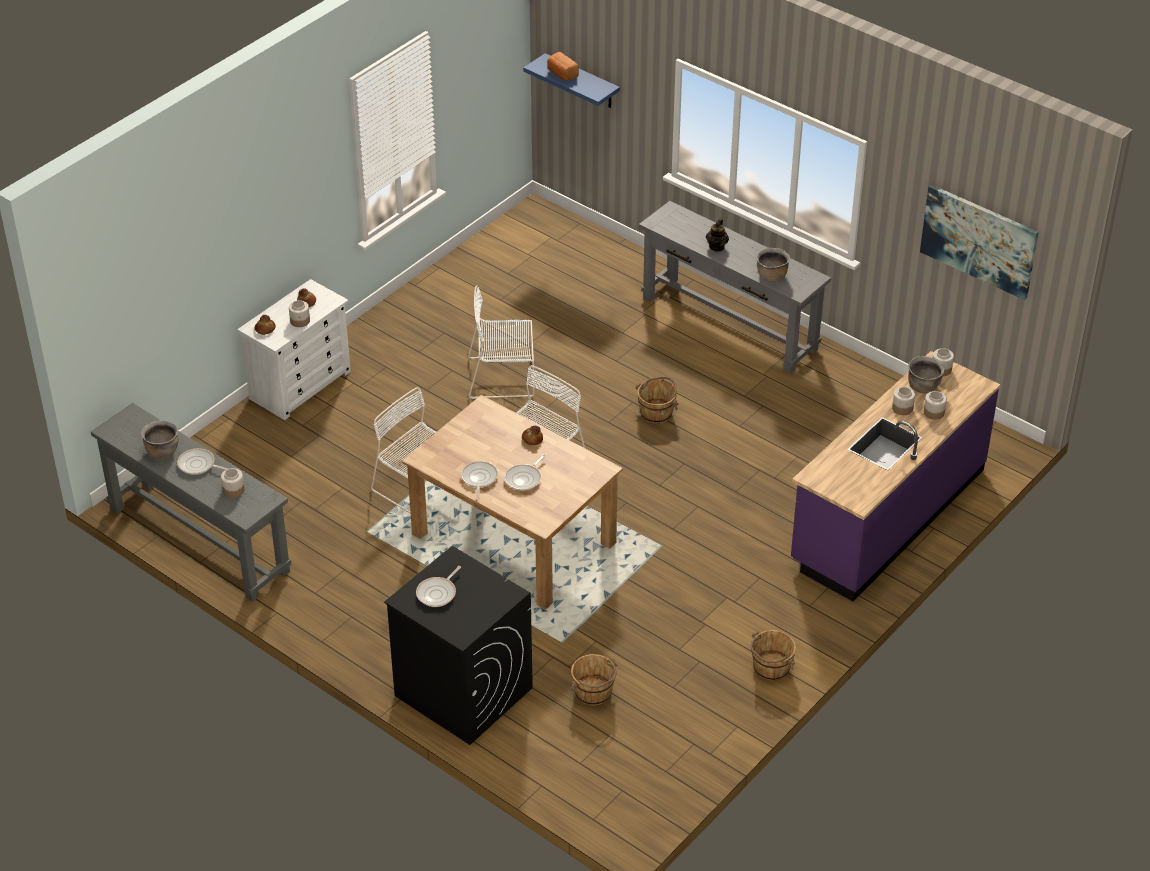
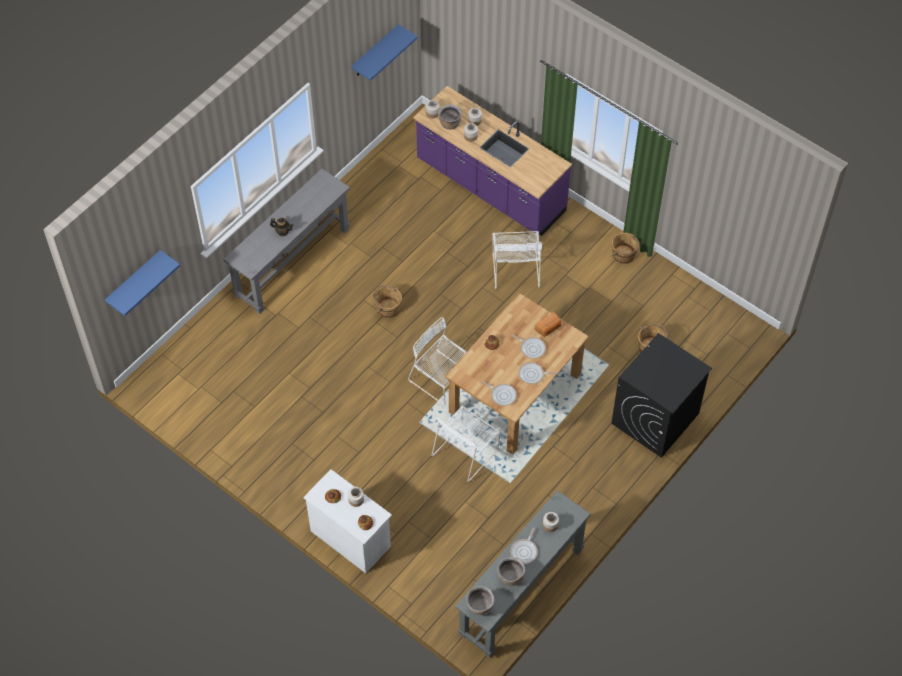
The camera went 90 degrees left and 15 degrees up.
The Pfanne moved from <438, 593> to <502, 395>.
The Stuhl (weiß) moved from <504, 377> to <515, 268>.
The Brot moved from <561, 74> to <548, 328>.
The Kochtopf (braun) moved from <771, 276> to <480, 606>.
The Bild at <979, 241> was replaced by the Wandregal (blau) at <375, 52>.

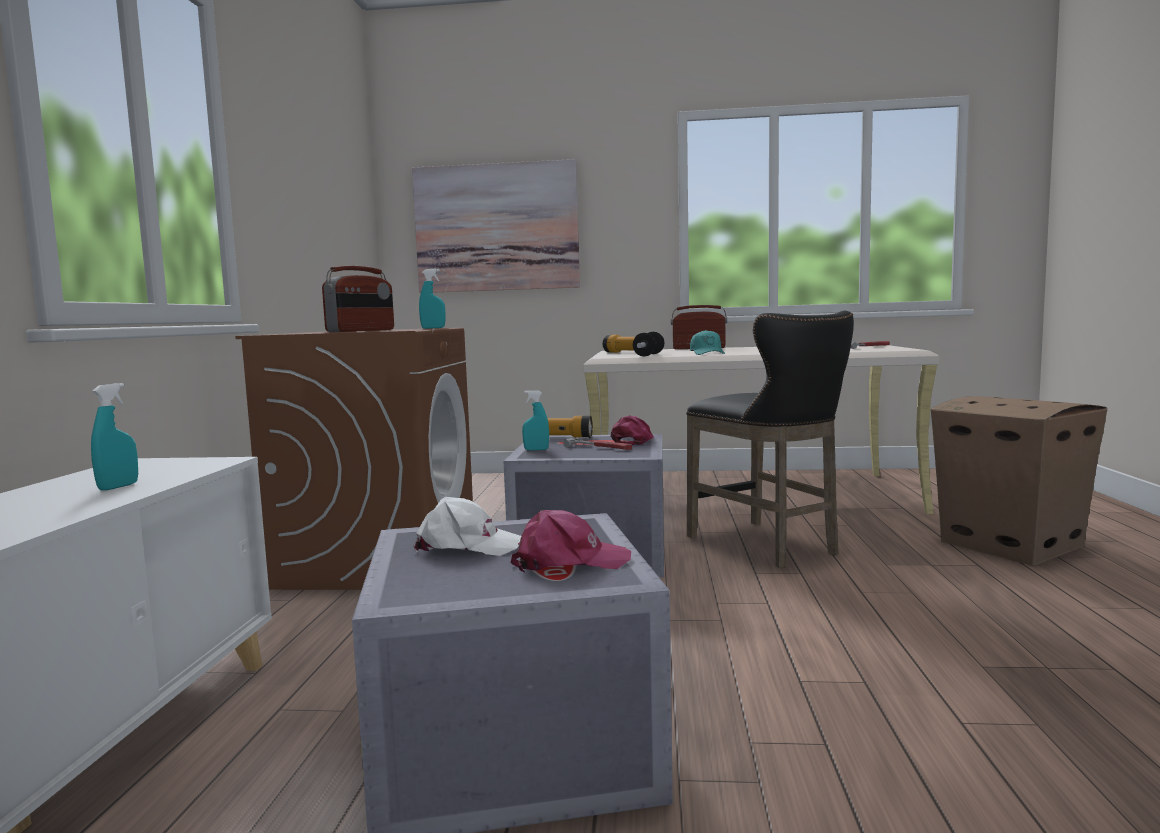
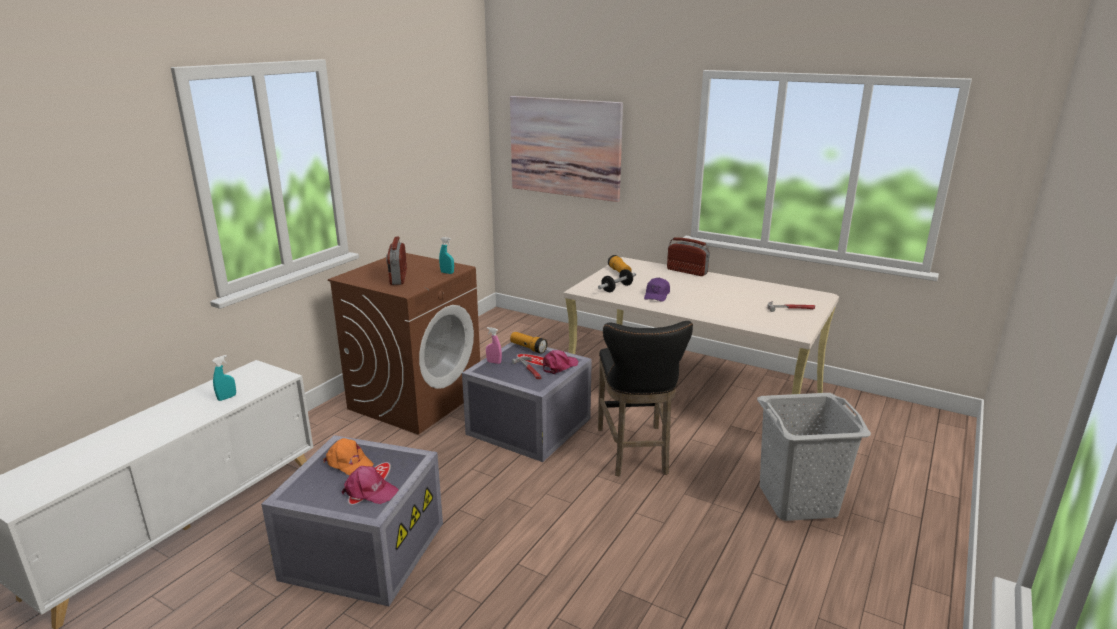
The camera went 25 degrees right and 15 degrees up.
The Karton at <1008, 544> was replaced by the Wäschekorb (grau) at <796, 500>.
The Kappe (weiß) at <467, 546> became the Kappe (orange) at <349, 463>.
The Sprühflasche (türkis) at <536, 450> became the Sprühflasche (rosa) at <494, 362>.
The Kappe (türkis) at <707, 353> became the Kappe (lila) at <657, 295>.
The Radio at <361, 331> turned 120 degrees clockwise.

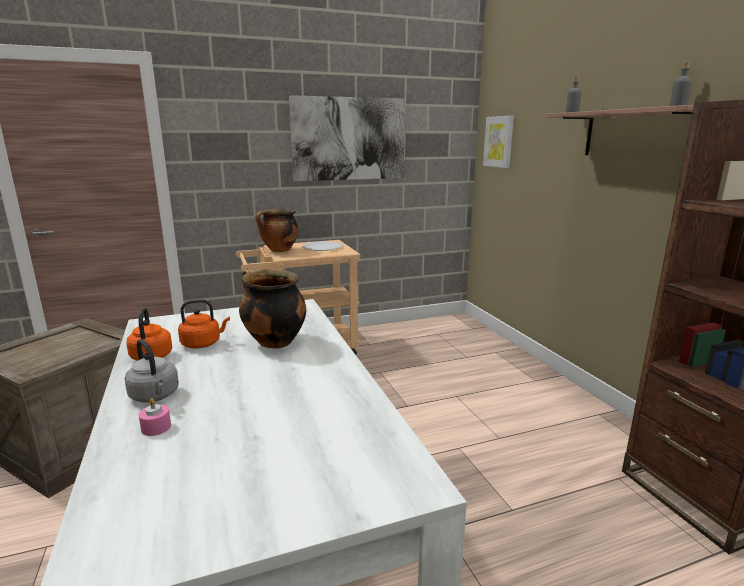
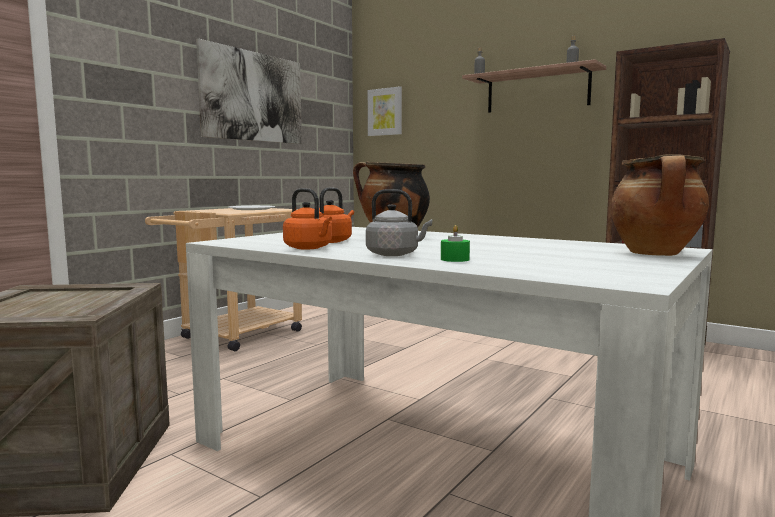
The camera went 35 degrees left and 10 degrees down.
The Kochtopf moved from <279, 250> to <656, 254>.
The Kerze (rosa) at <156, 427> became the Kerze (grün) at <454, 259>.

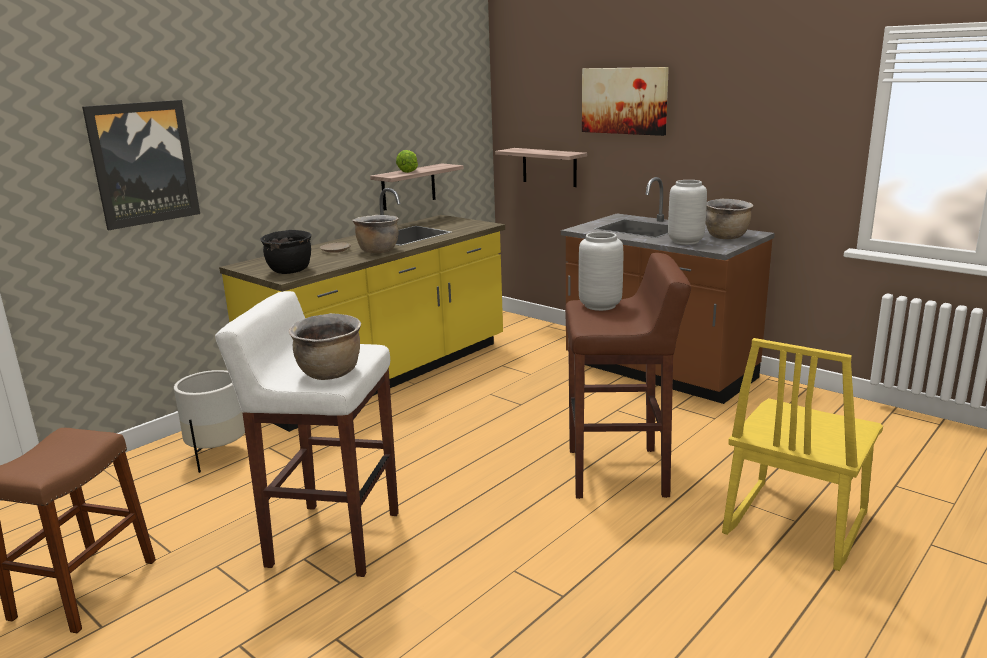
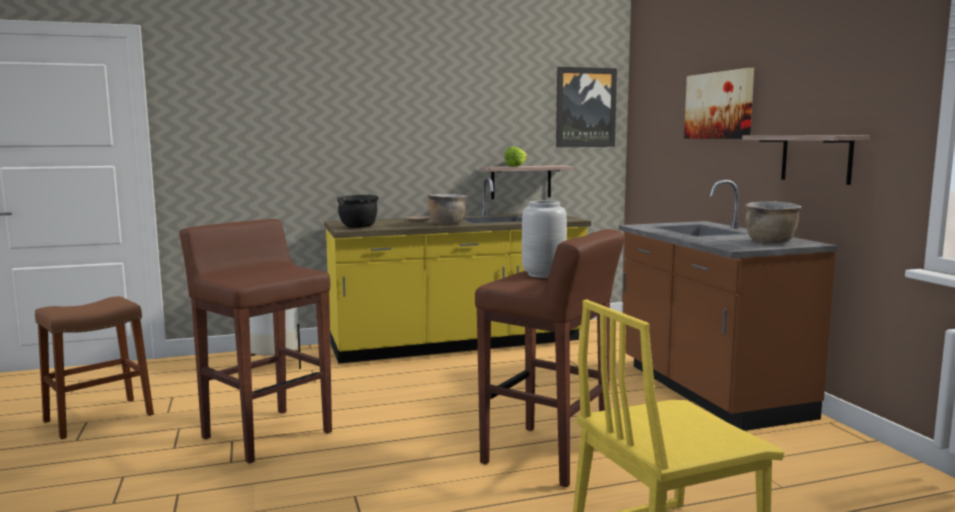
The camera went 30 degrees right and 10 degrees down.
The Kochtopf (braun) at <330, 374> disappeared.
The Vase (grau) at <685, 241> disappeared.
The Bild moved from <143, 163> to <585, 107>.
The Wandregal moved from <549, 167> to <816, 158>.
The Hocker (weiß) at <332, 539> became the Hocker (braun) at <266, 434>.

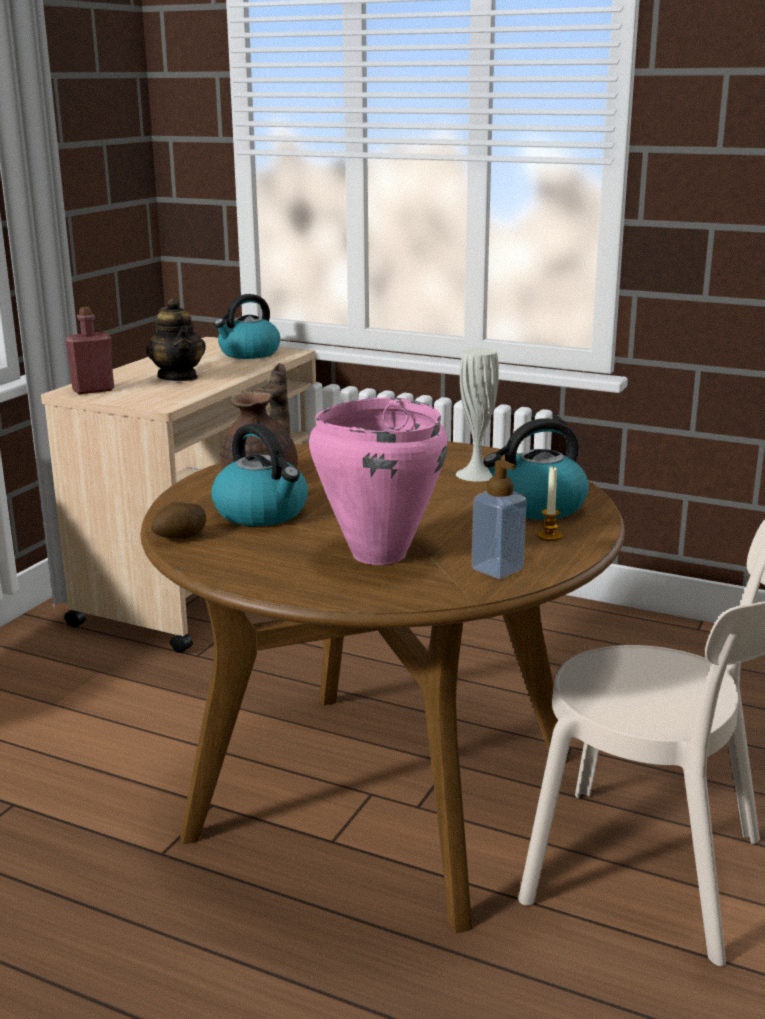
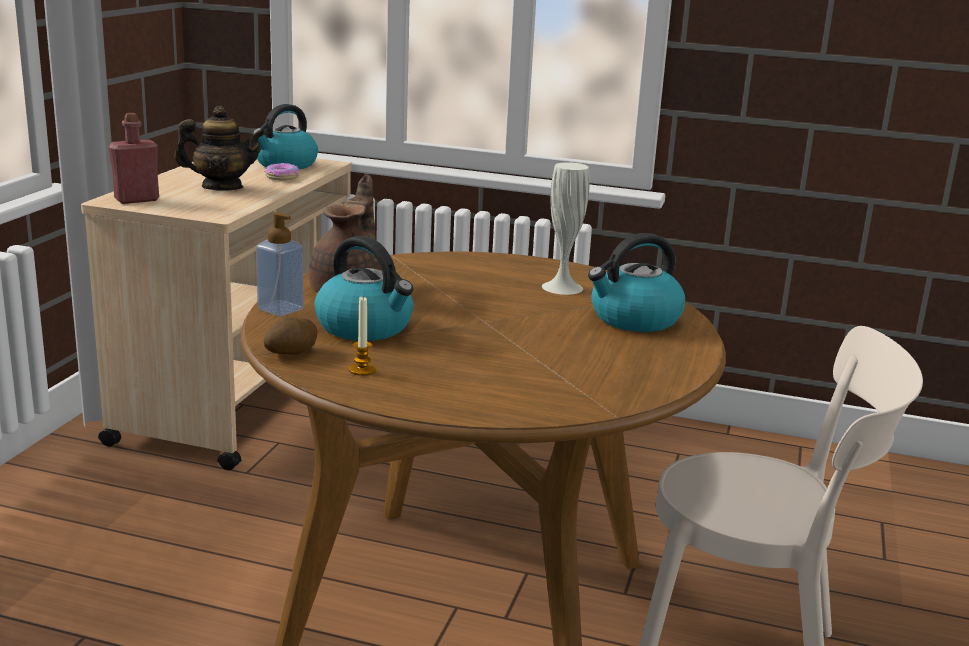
The camera went 10 degrees left and 0 degrees up.
The Kochtopf (rosa) at <377, 554> disappeared.
The Donut at <282, 177> appeared.
The Seifenspender moved from <497, 569> to <280, 309>.
The Kerze moved from <549, 536> to <362, 370>.
The Teekanne at <178, 377> turned 60 degrees counterclockwise.

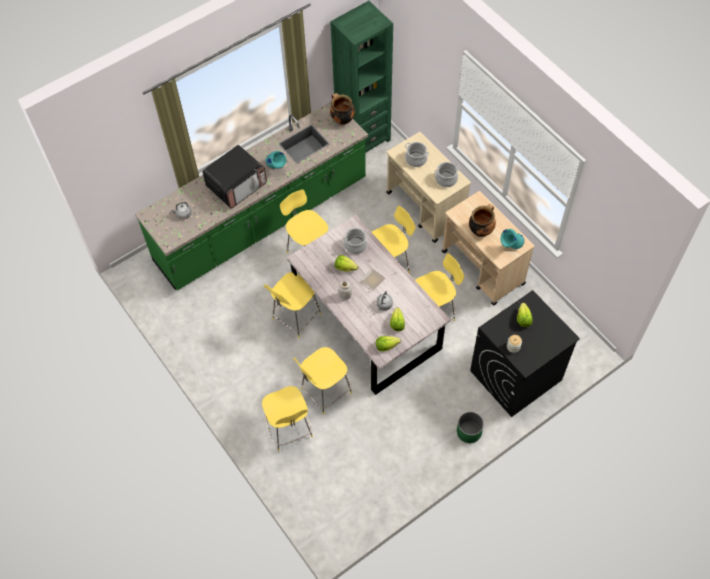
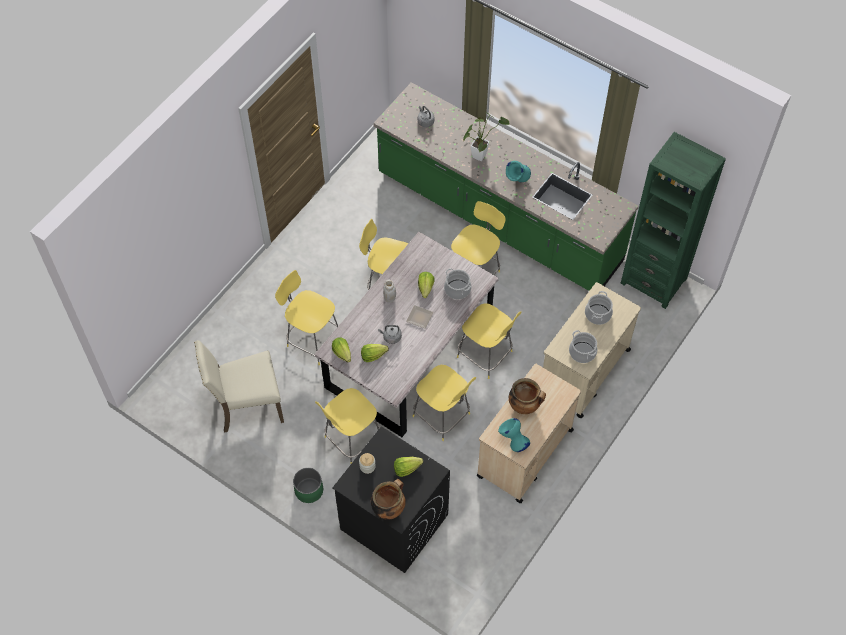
The camera went 70 degrees right and 0 degrees up.
The Stuhl (beige) at <247, 406> appeared.
The Hocker (gelb) moved from <289, 430> to <351, 439>.
The Kochtopf moved from <342, 119> to <388, 508>.
The Mikrowelle at <237, 185> was replaced by the Topfpflanze at <480, 154>.

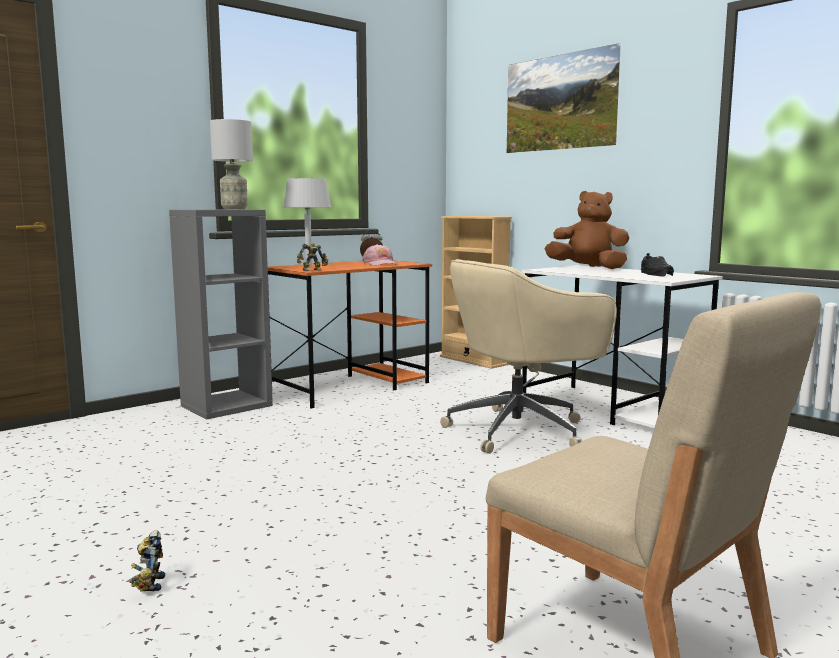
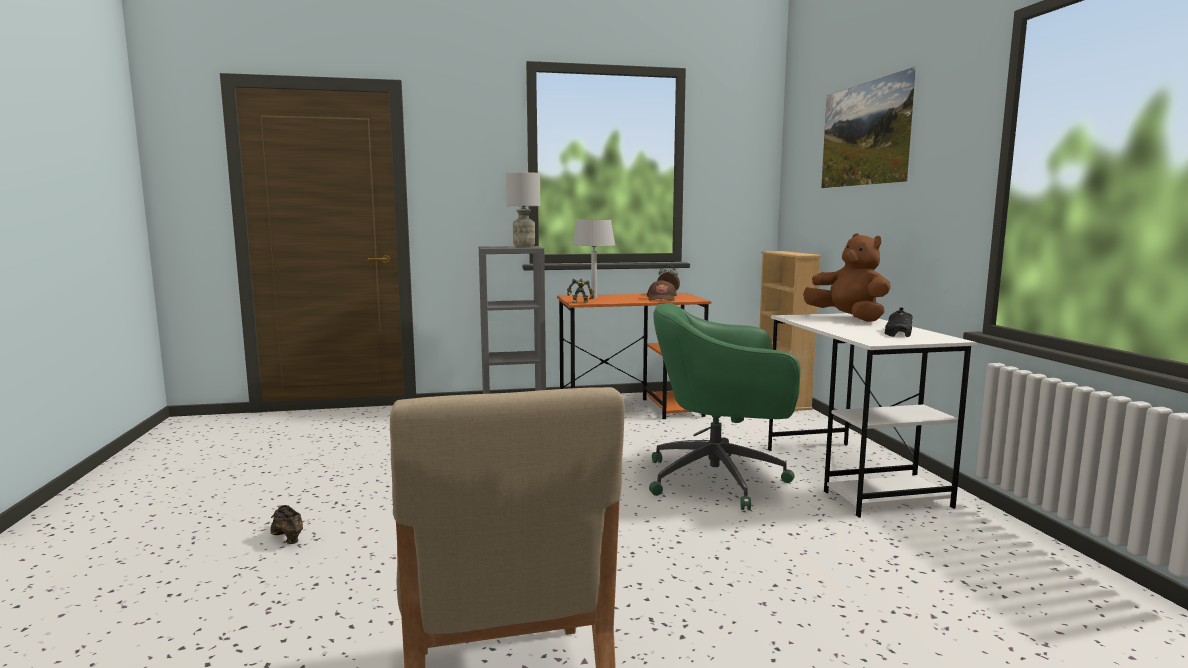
The camera went 30 degrees right and 0 degrees up.
The Spielzeugroboter at <149, 584> was replaced by the Schuh (braun) at <286, 537>.
The Kappe (rosa) at <380, 264> became the Kappe (braun) at <661, 299>.
The Bürostuhl (beige) at <521, 430> became the Bürostuhl (grün) at <720, 479>.

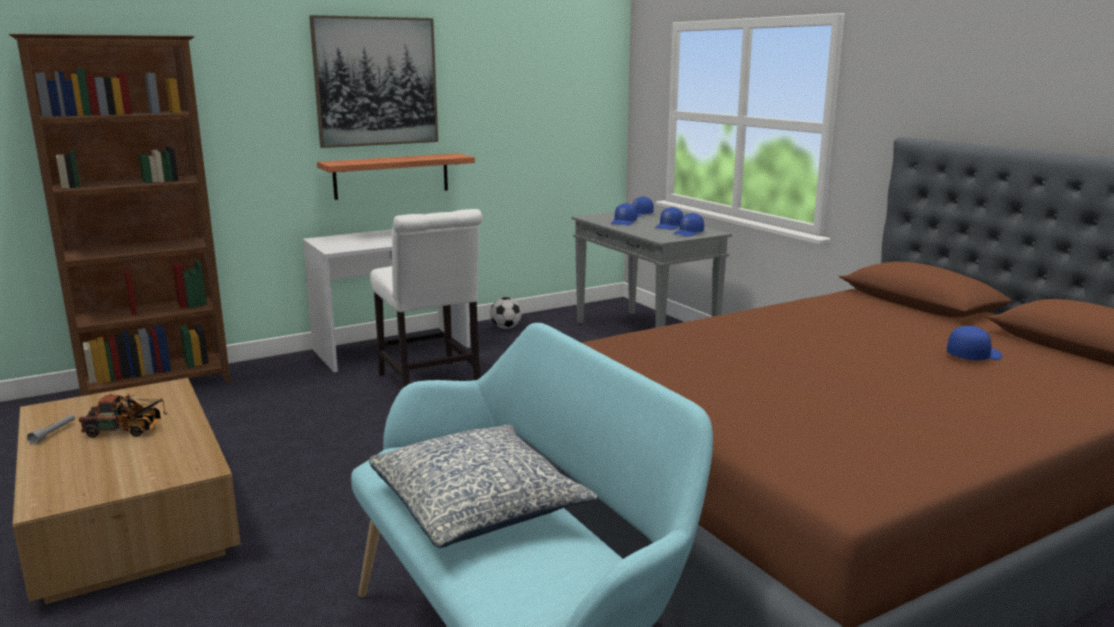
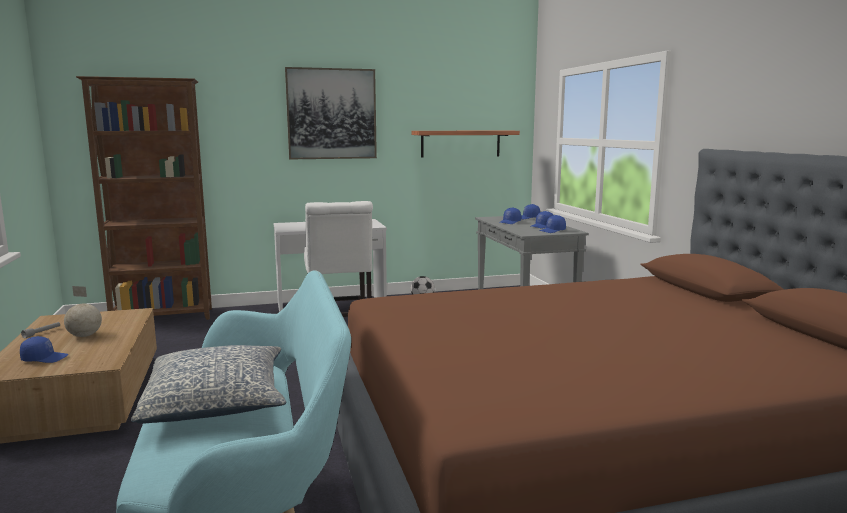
The camera went 15 degrees right and 5 degrees down.
The Wandregal moved from <391, 176> to <460, 143>.
The Kappe (blau) moved from <973, 356> to <45, 358>.
The Spielzeuglaster at <127, 431> was replaced by the Globus at <85, 336>.

